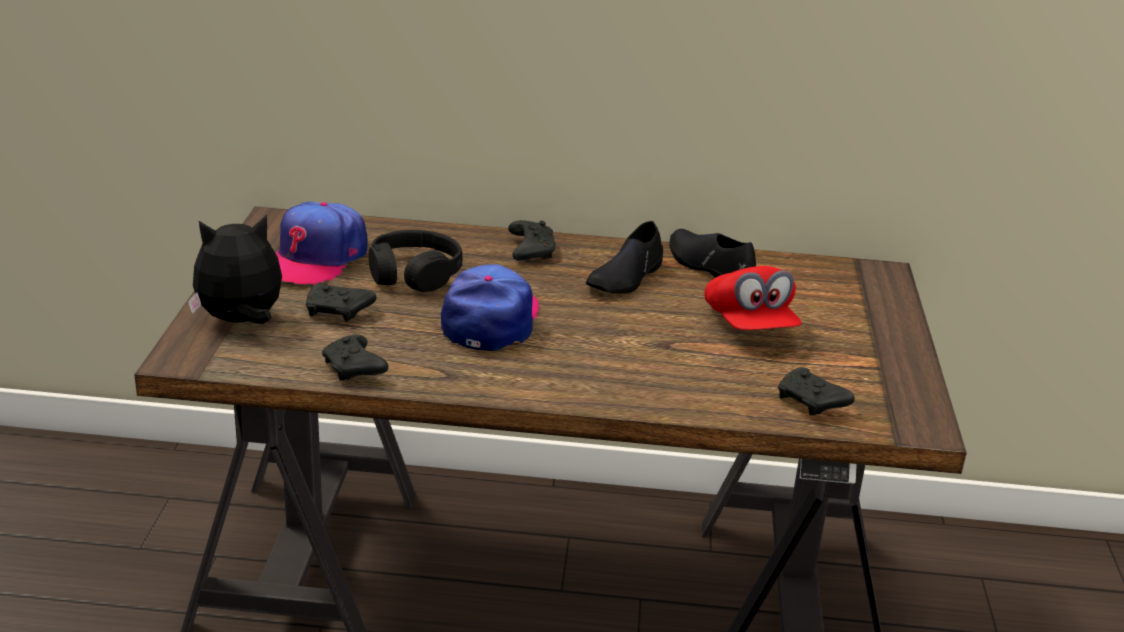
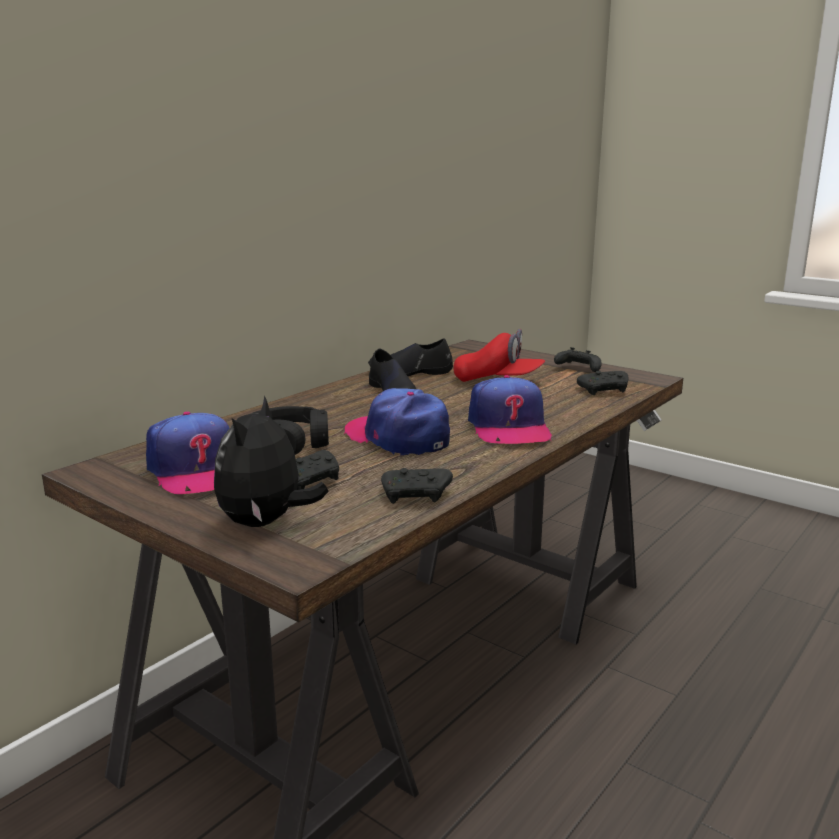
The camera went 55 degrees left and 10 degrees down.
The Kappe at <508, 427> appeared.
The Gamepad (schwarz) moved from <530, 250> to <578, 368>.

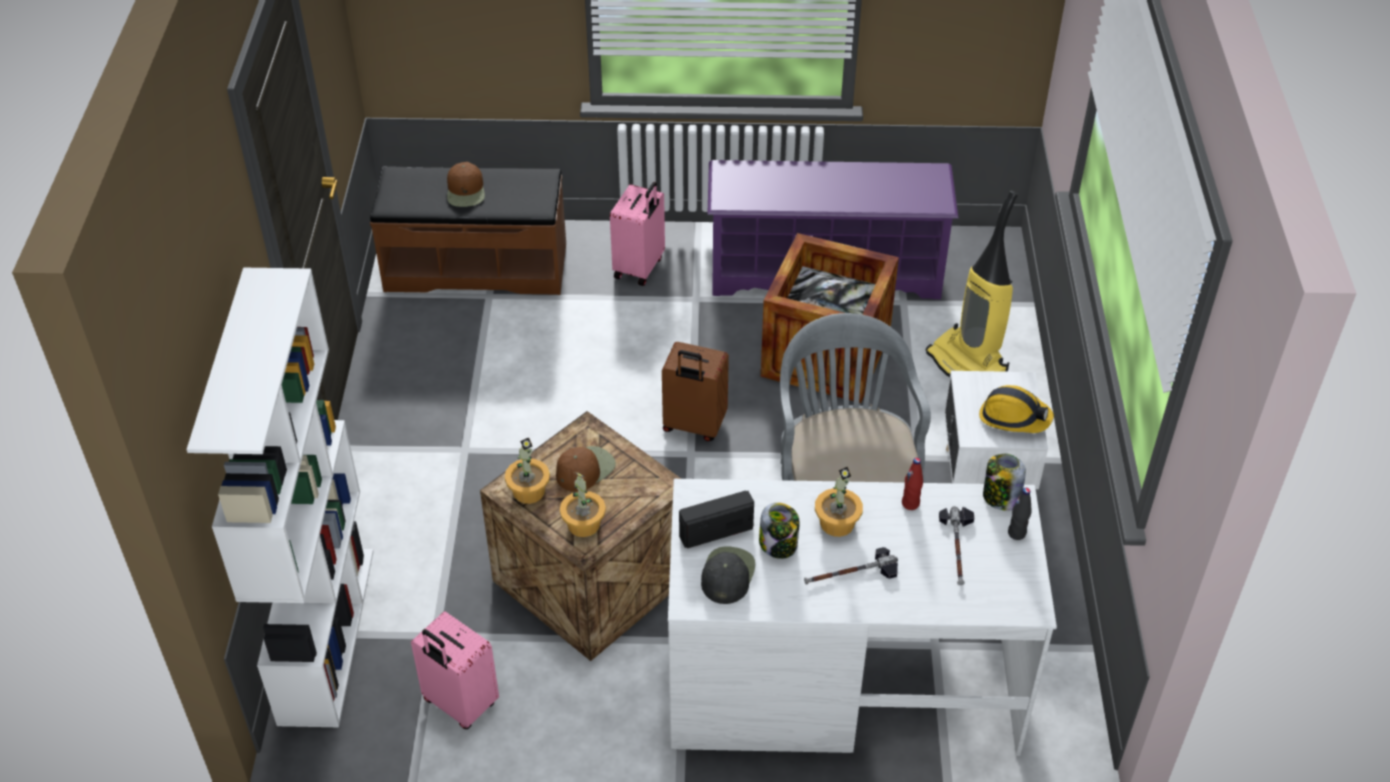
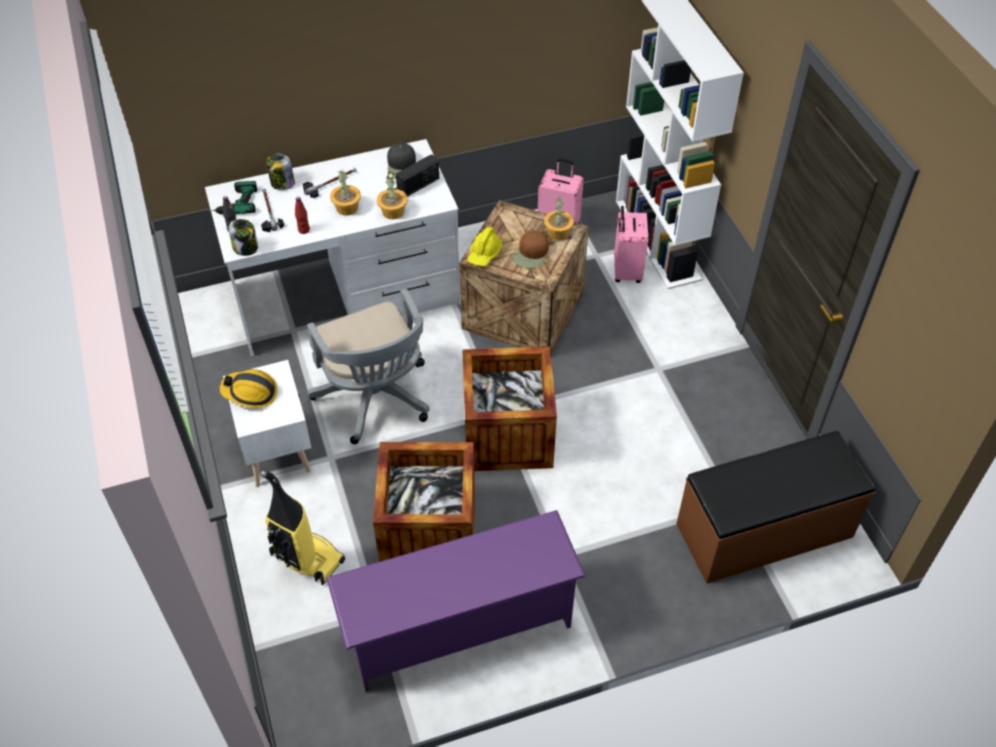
The camera went 160 degrees right and 5 degrees up.
The Kappe (braun) at <466, 191> disappeared.
The Bohrmaschine at <232, 202> appeared.
The Schutzhelm (gelb) at <484, 254> appeared.
The Topfpflanze moved from <583, 524> to <393, 211>.
The Koffer (rosa) moved from <640, 268> to <626, 271>.
The Vorratsglas moved from <779, 544> to <282, 183>.
The Koffer (braun) at <693, 426> was replaced by the Kiste at <507, 434>.

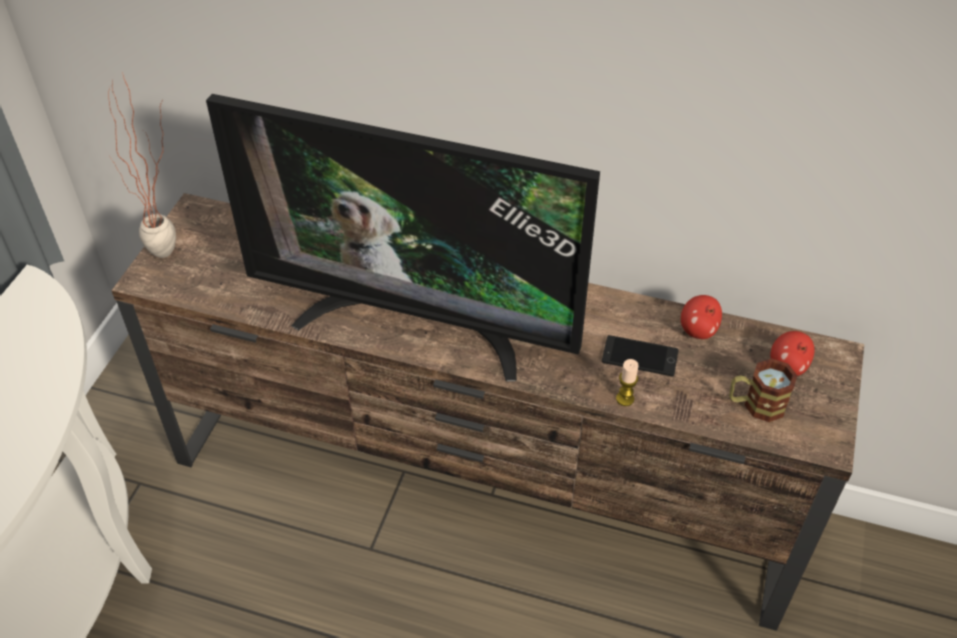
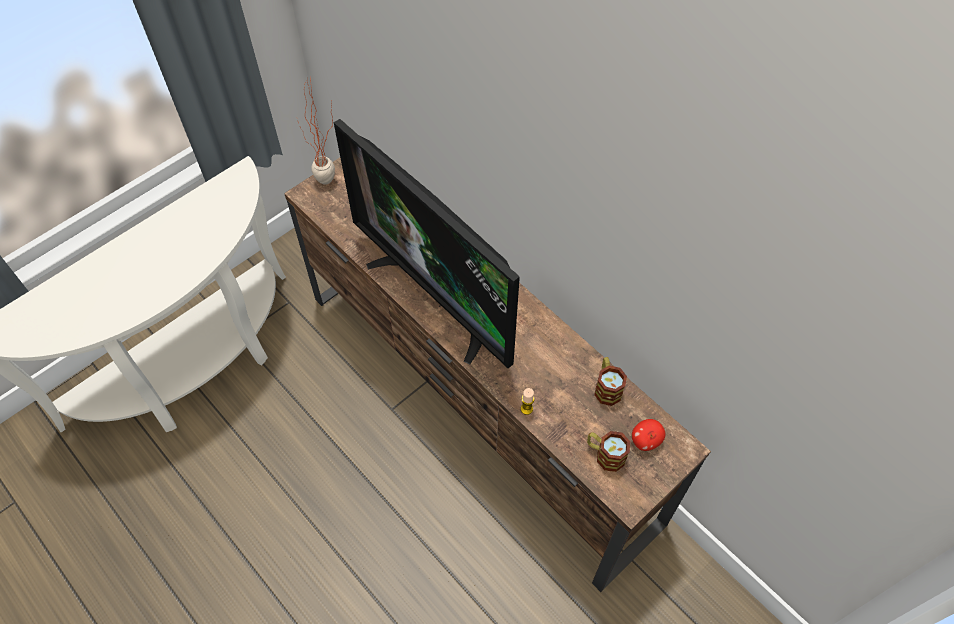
The camera went 30 degrees right and 10 degrees up.
The Handy at <639, 356> disappeared.
The Apfel at <698, 330> was replaced by the Henkelbecher at <606, 387>.

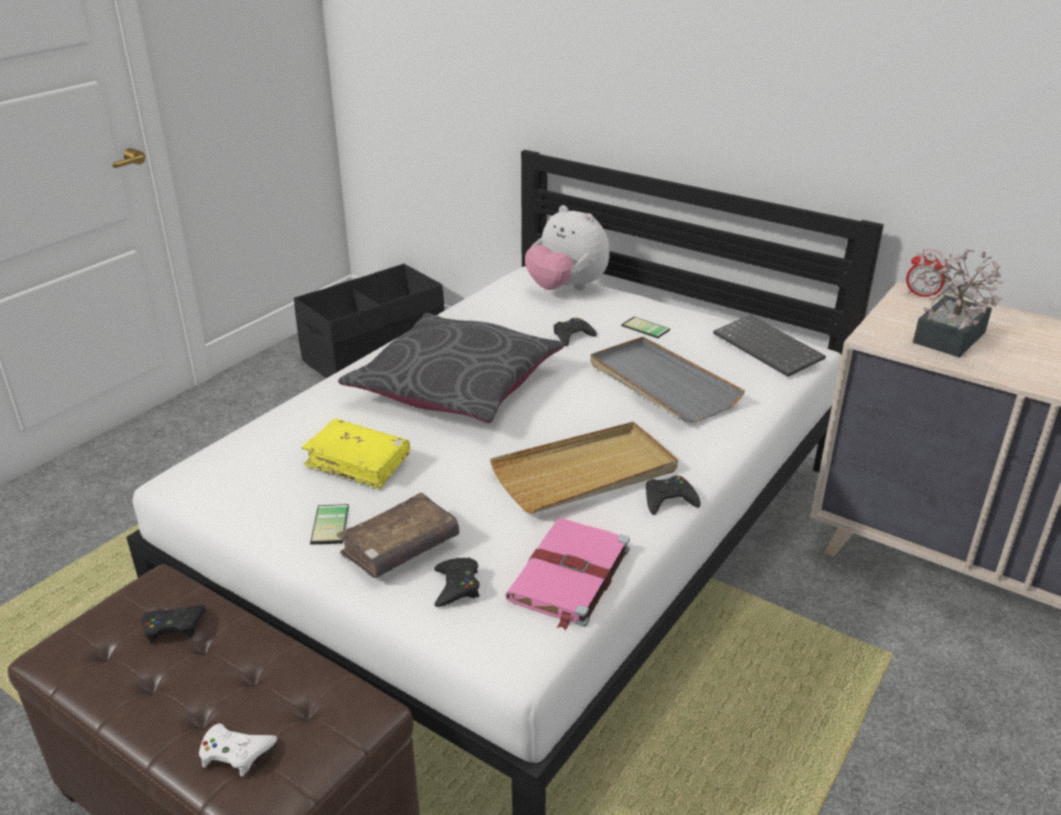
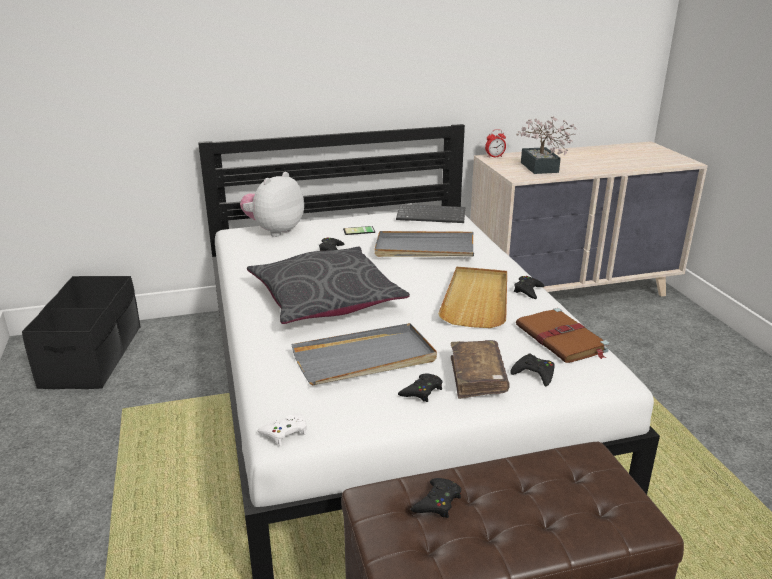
The camera went 50 degrees left and 5 degrees down.
The Gamepad (weiß) moved from <235, 752> to <285, 432>.
The Buch (gelb) at <358, 462> was replaced by the Tablett (grau) at <365, 359>.
The Handy at <333, 524> was replaced by the Gamepad (schwarz) at <422, 391>.
The Buch (rosa) at <569, 576> became the Buch (braun) at <562, 339>.
The Plüschtier at <566, 288> turned 135 degrees clockwise.

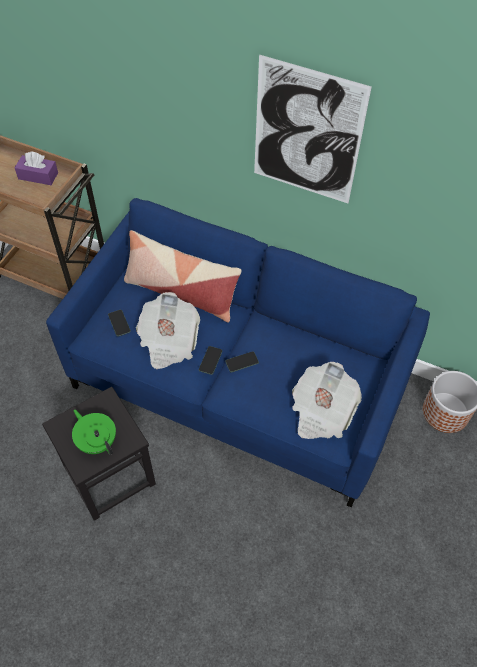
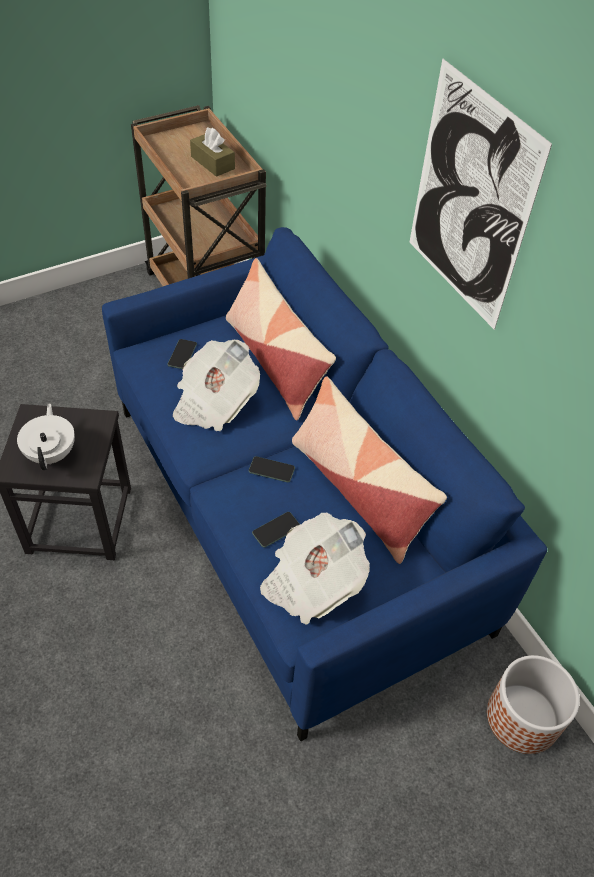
The camera went 35 degrees right and 5 degrees down.
The Kissen at <358, 489> appeared.
The Handy moved from <210, 360> to <276, 530>.
The Taschentuchbox (lila) at <38, 176> became the Taschentuchbox (braun) at <212, 163>.
The Teekanne (grün) at <97, 441> became the Teekanne (weiß) at <52, 453>.

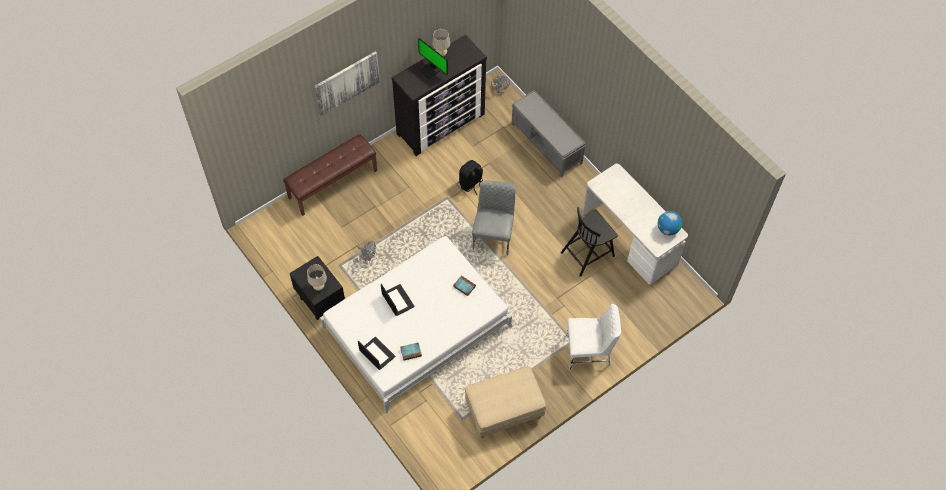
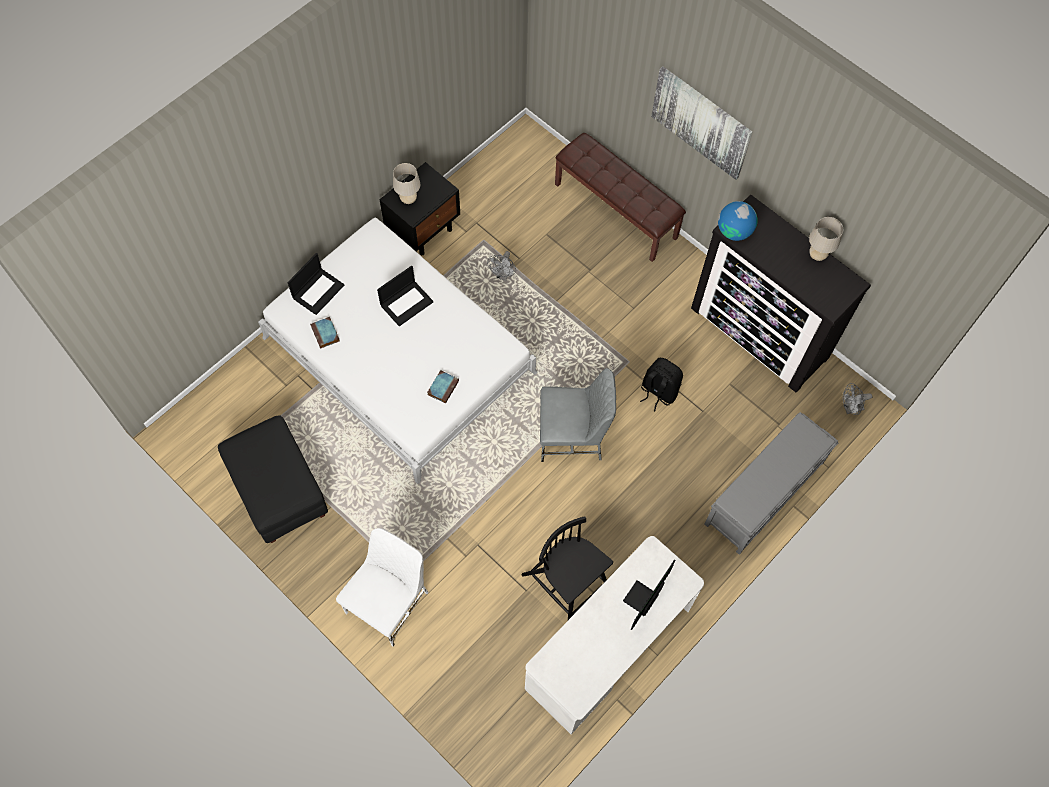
The camera went 80 degrees right and 5 degrees up.
The Monitor moved from <430, 71> to <642, 599>.
The Globus moved from <668, 229> to <734, 231>.
The Polsterhocker (beige) at <504, 411> became the Polsterhocker (schwarz) at <278, 491>.
The Stuhl (weiß) at <589, 351> turned 135 degrees counterclockwise.

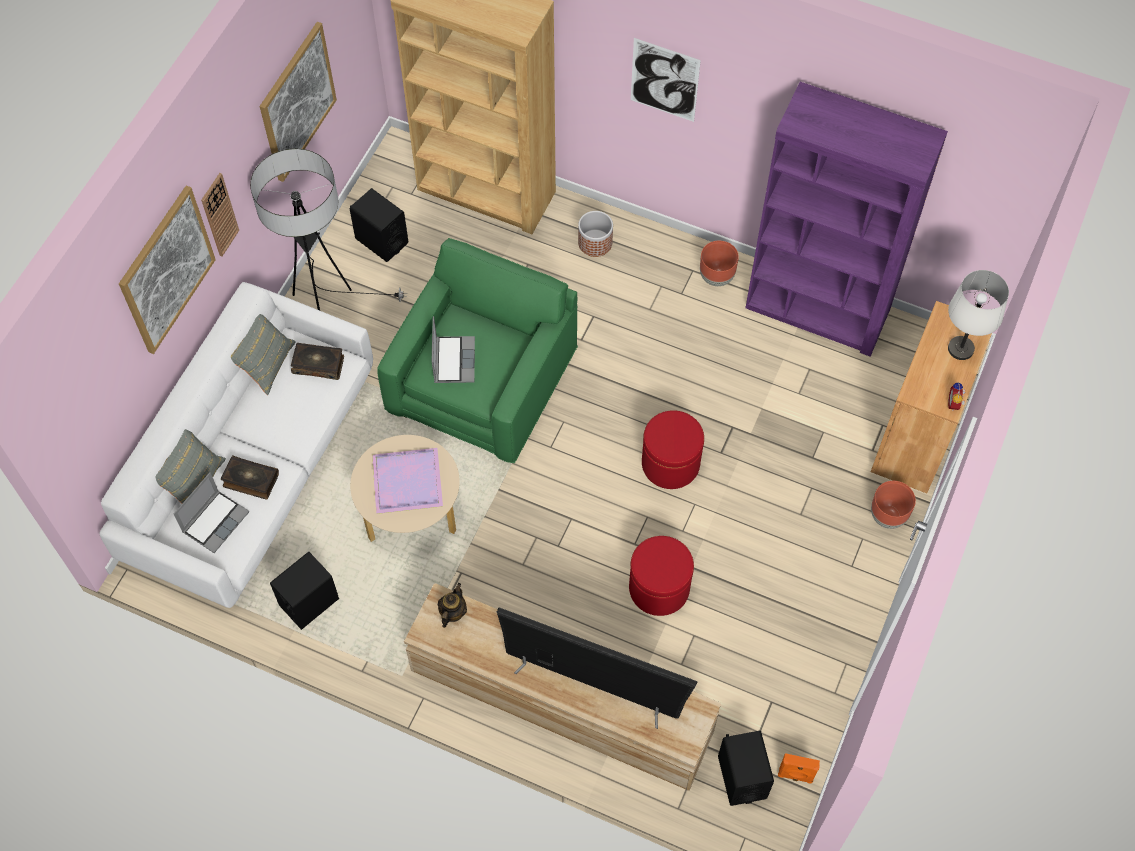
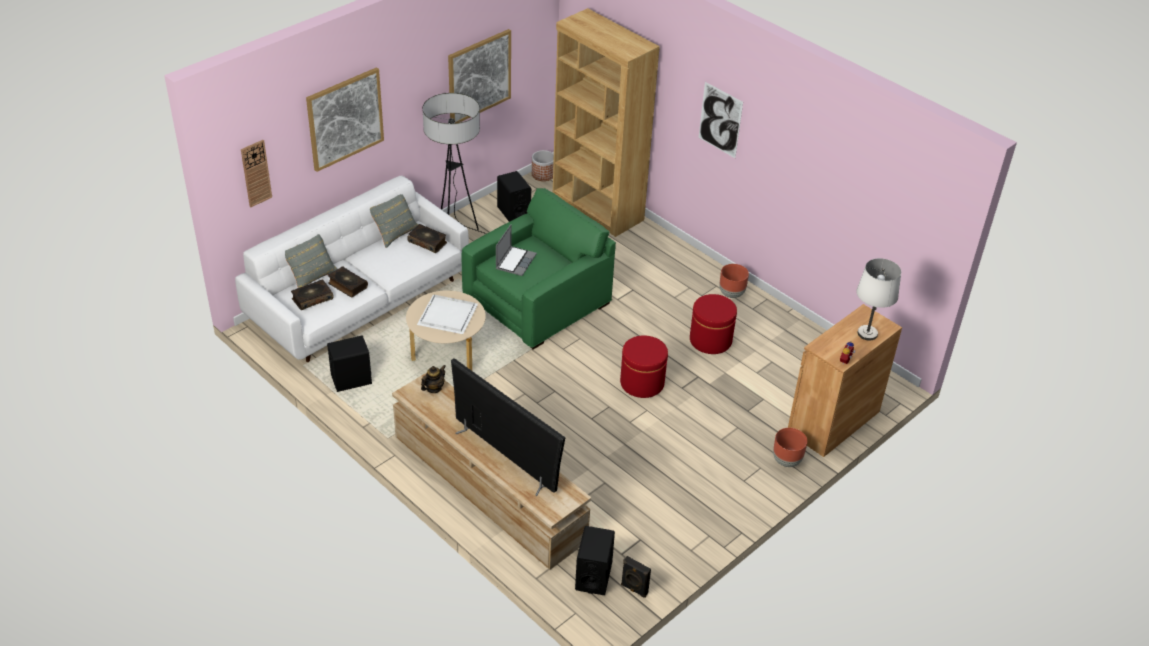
The camera went 20 degrees right and 20 degrees down.
The Bücherregal (lila) at <817, 310> disappeared.
The Wanduhr moved from <219, 215> to <256, 173>.
The Pflanzkübel moved from <595, 243> to <543, 174>.
The Polsterhocker (rot) moved from <659, 588> to <710, 340>.
The Laptop at <215, 521> was replaced by the Buch at <312, 298>.
The Tablett (lila) at <406, 480> became the Tablett (weiß) at <447, 315>.
The Lautsprecher (orange) at <795, 776> became the Lautsprecher (schwarz) at <634, 589>.

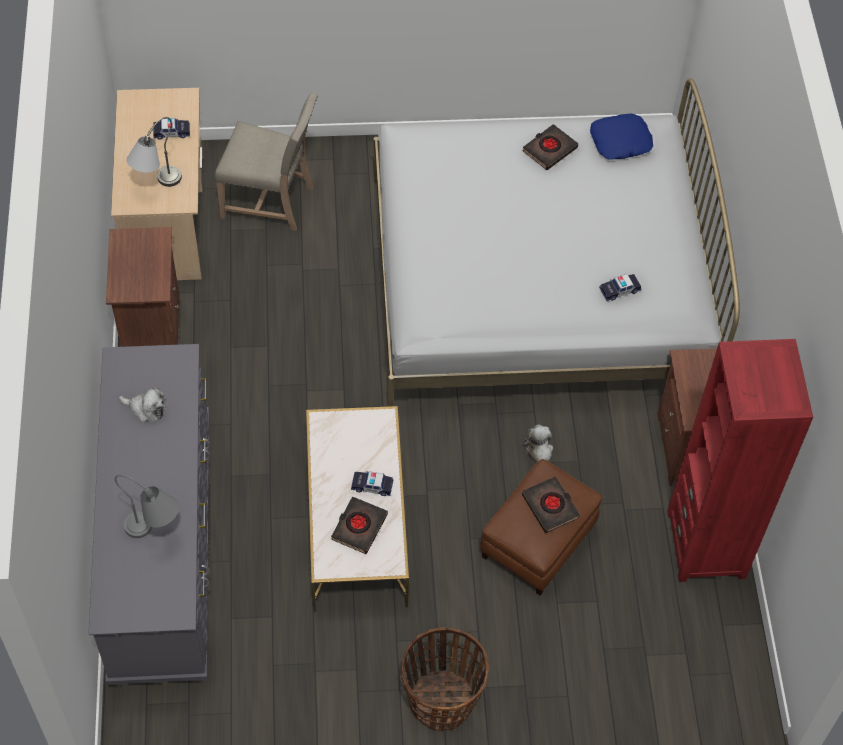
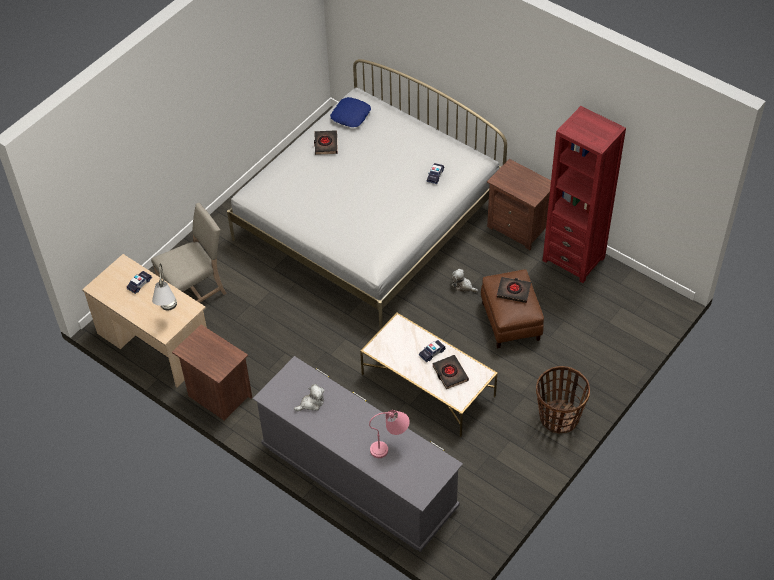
The camera went 45 degrees left and 5 degrees down.
The Tischlampe (grau) at <155, 533> became the Tischlampe (rosa) at <390, 445>.

